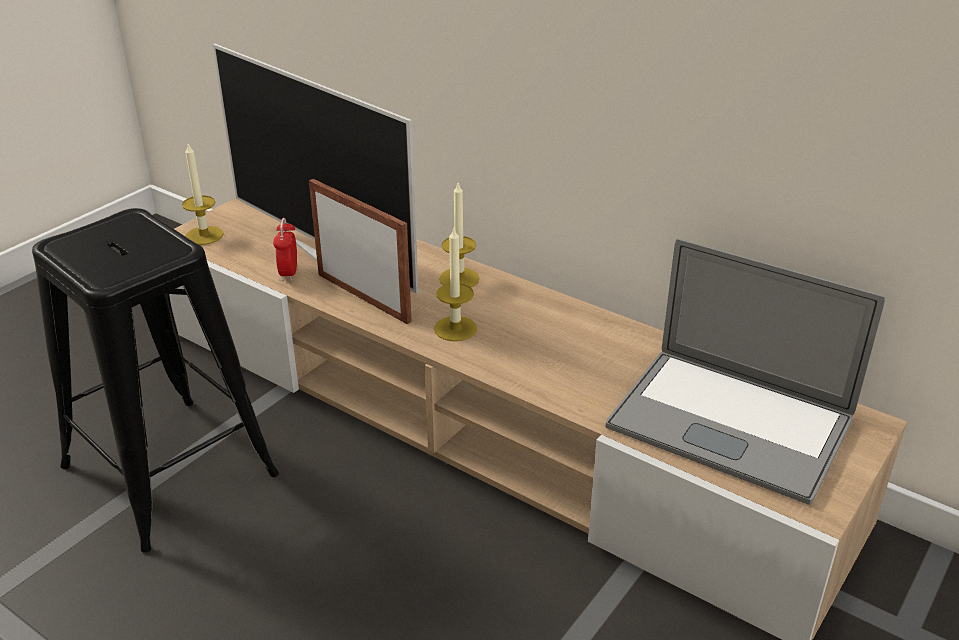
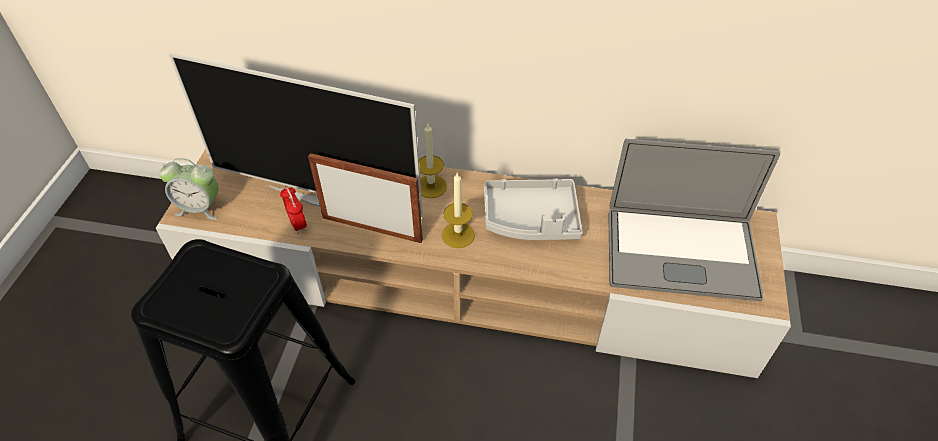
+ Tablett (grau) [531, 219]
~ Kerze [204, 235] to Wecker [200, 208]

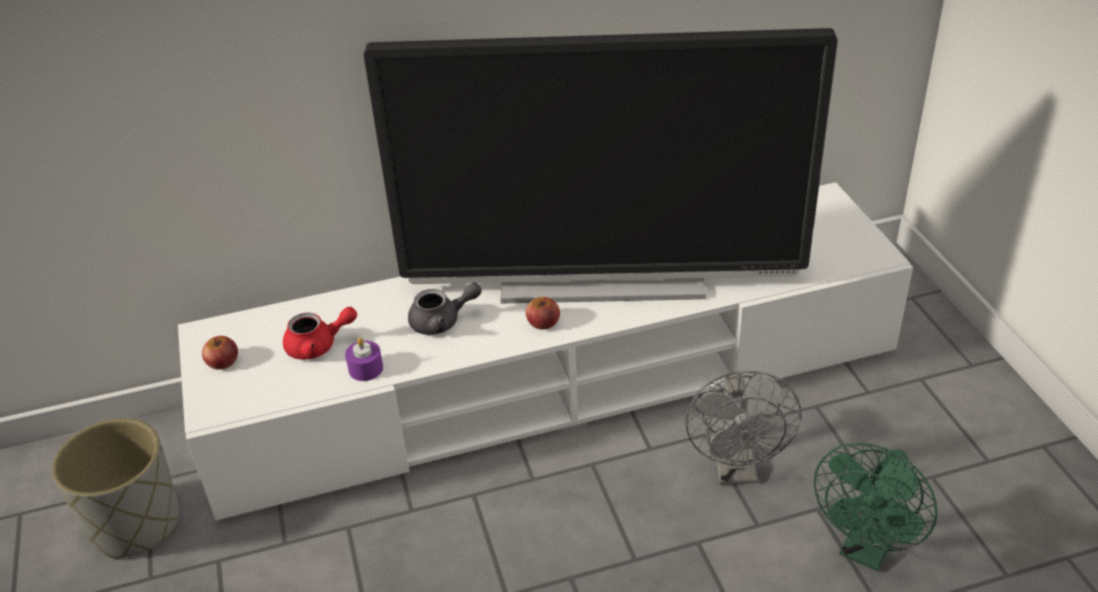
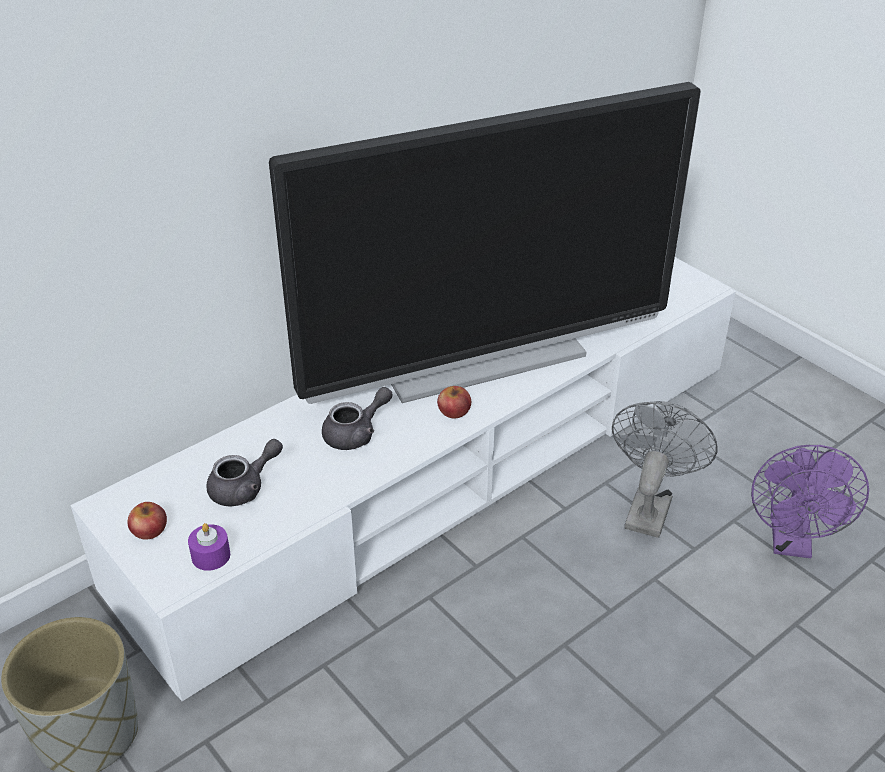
~ Kerze (lila) [366, 369] to [211, 556]
~ Teekanne (rot) [318, 346] to Teekanne (grau) [244, 488]
~ Ventilator (grün) [867, 549] to Ventilator (lila) [791, 543]
~ Ventilator (grau) [736, 470] = [649, 506] 135 degrees counterclockwise

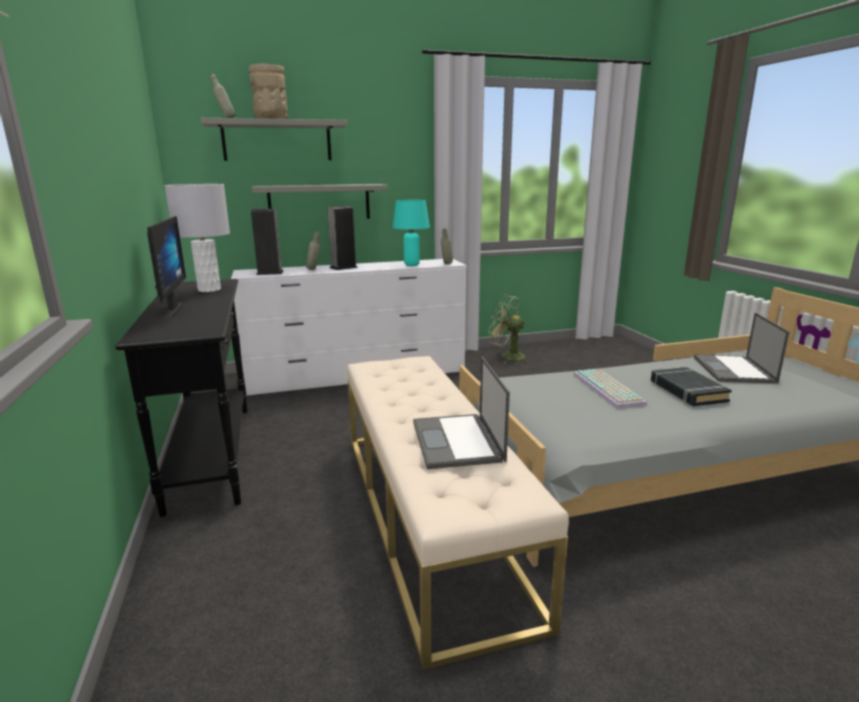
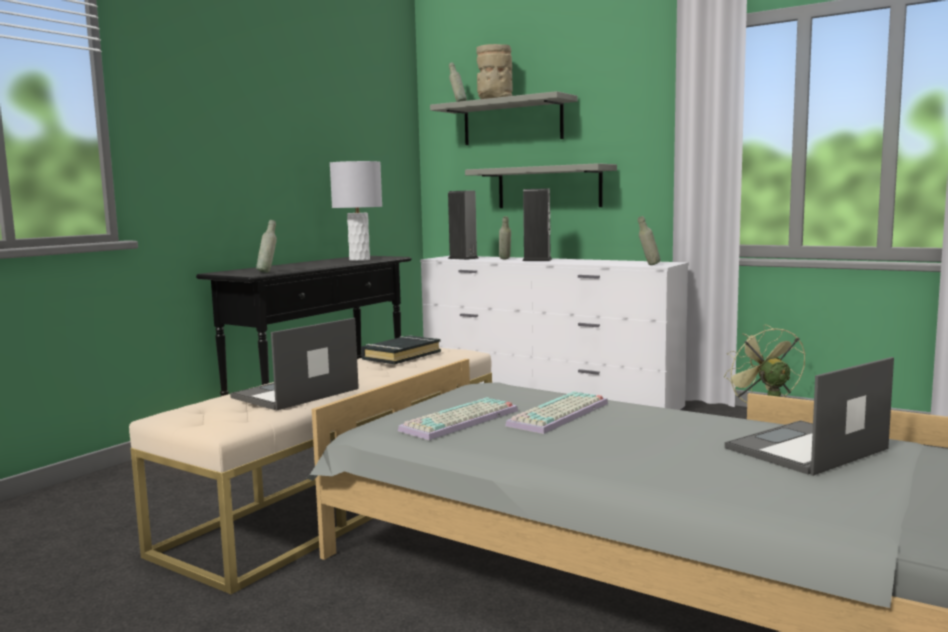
- Monitor [165, 311]
- Tischlampe (türkis) [412, 265]
+ Flasche (grau) [268, 272]
+ Tastatur [460, 421]
~ Buch (schwarz) [687, 391] to [401, 355]

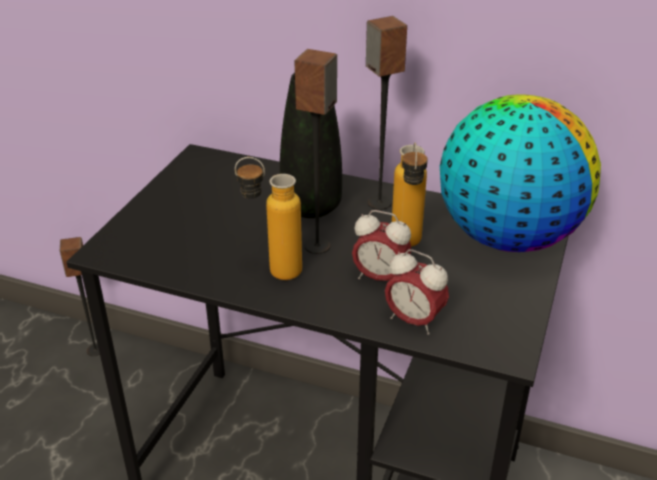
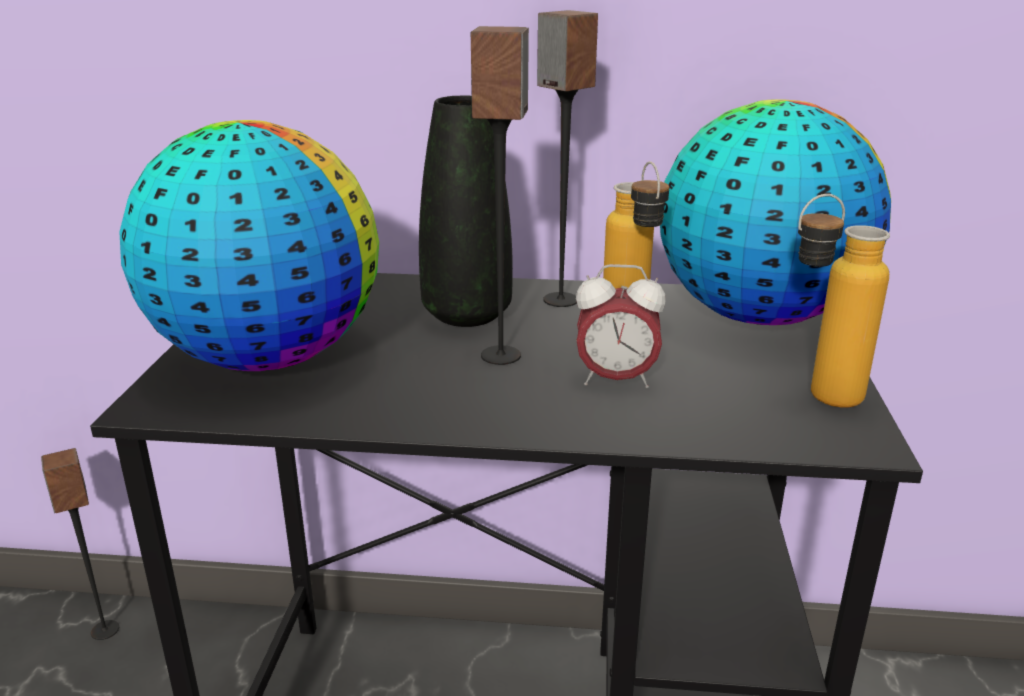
- Wecker [414, 321]
+ Globus [268, 357]
~ Flasche [272, 271] to [816, 399]

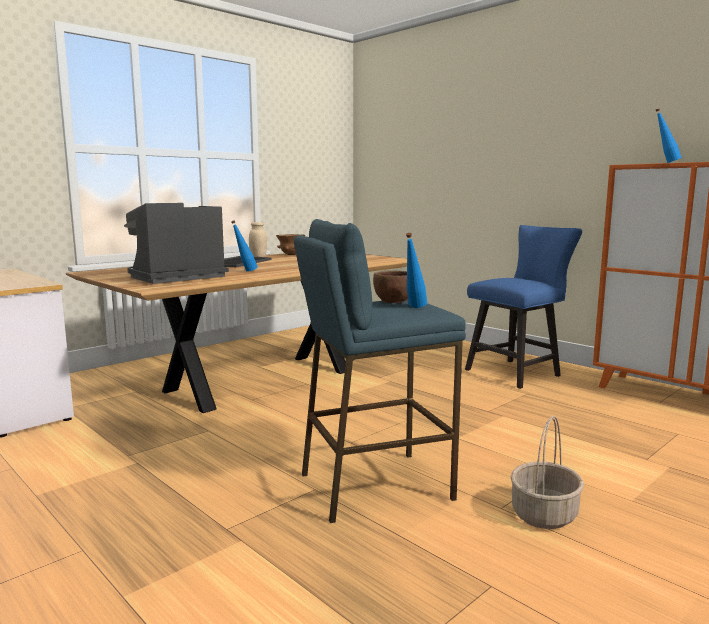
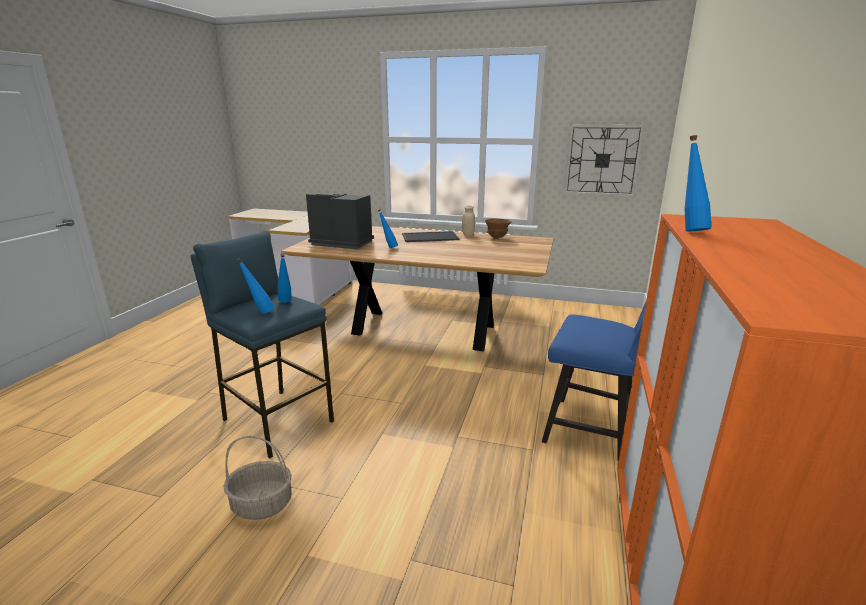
+ Wanduhr [602, 160]
~ Schüssel (braun) [393, 301] to Flasche (blau) [286, 303]

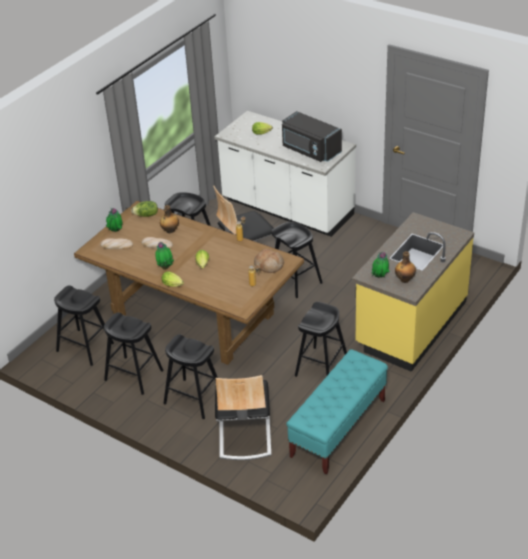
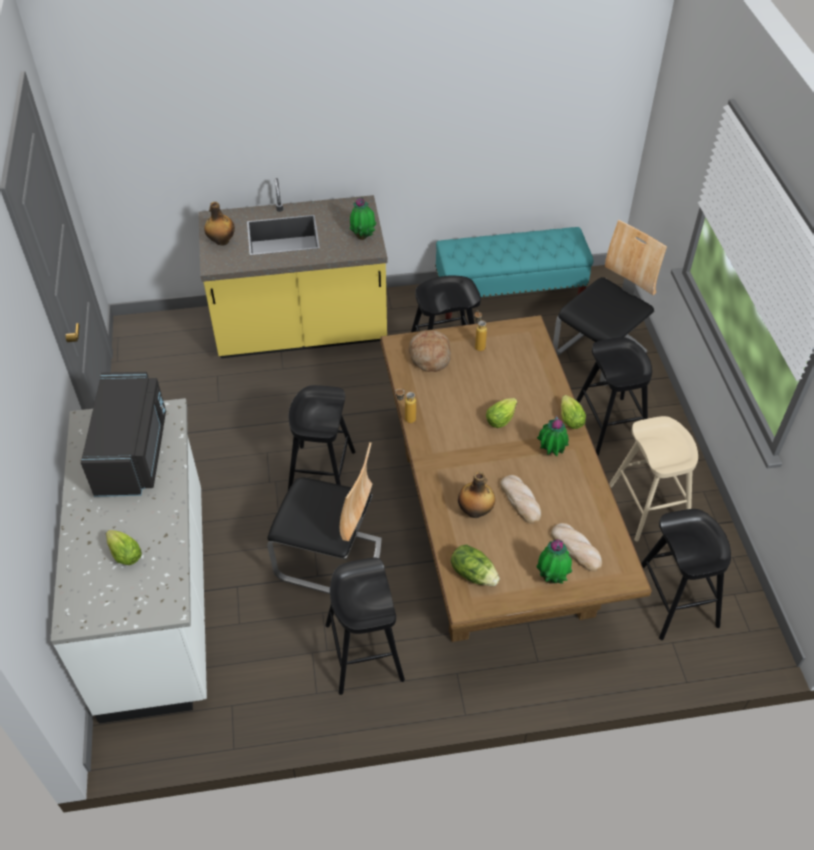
~ Flasche [405, 279] to [221, 241]
~ Hocker (schwarz) [134, 375] to Hocker (beige) [648, 506]

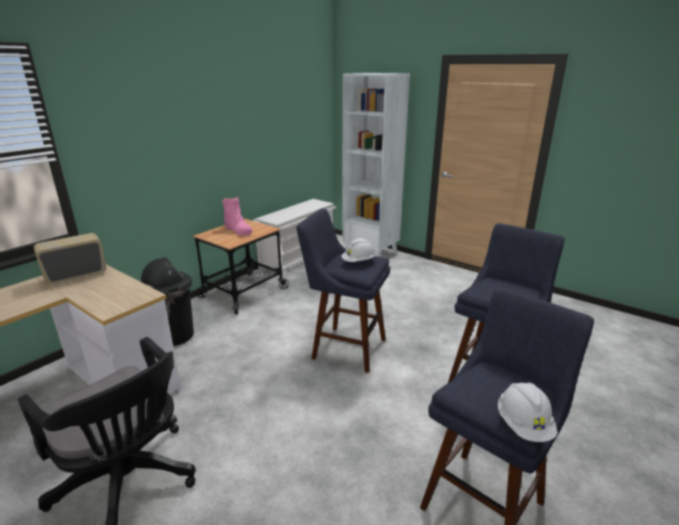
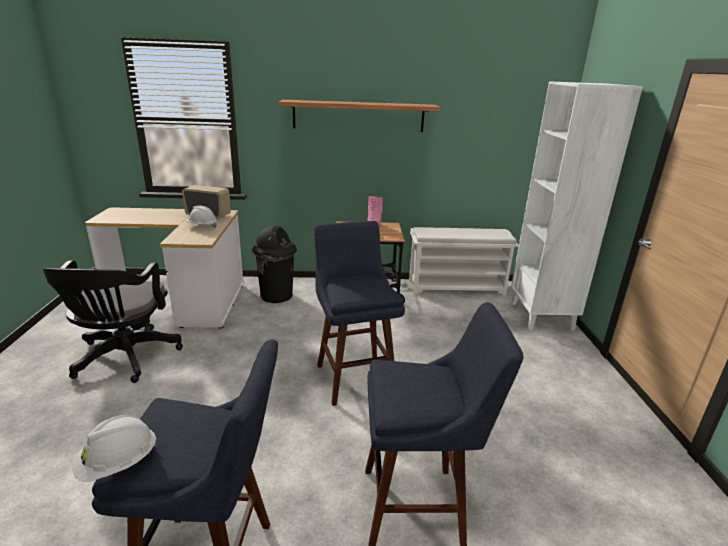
+ Wandregal [358, 116]
~ Schutzhelm (weiß) [358, 262] to [202, 226]

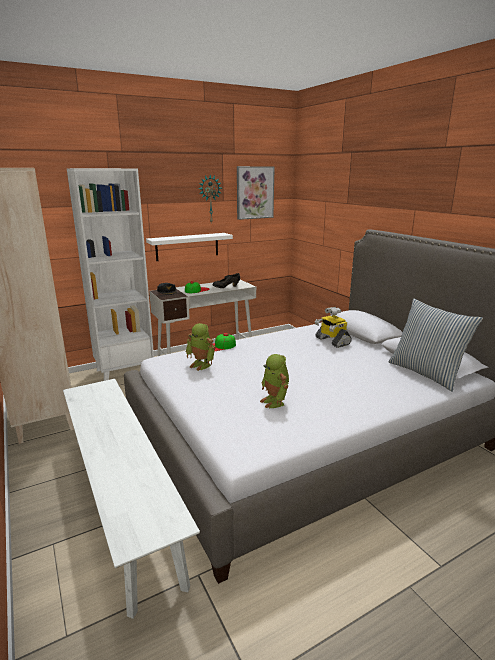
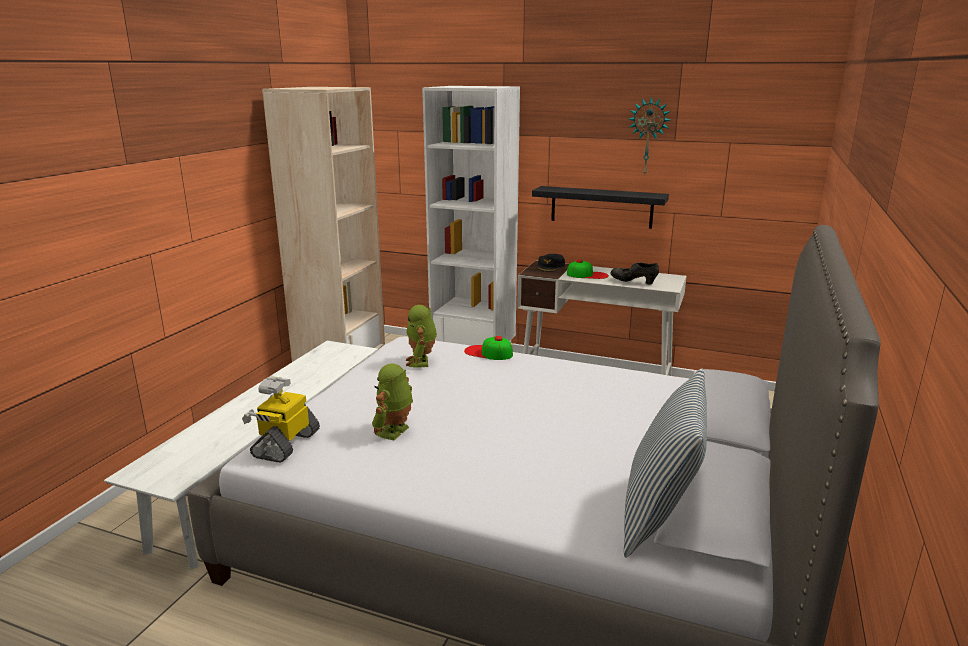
- Bild [254, 192]
~ Spielzeugroboter [332, 341] to [285, 444]
~ Wandregal (weiß) [187, 246] to Wandregal (schwarz) [601, 207]

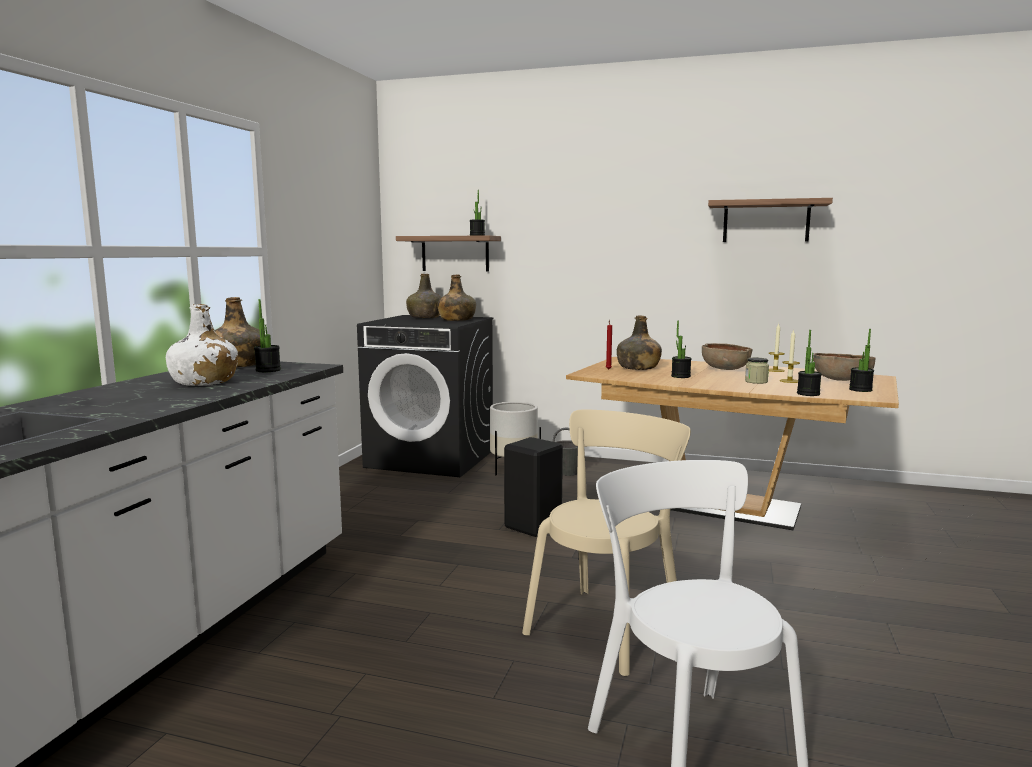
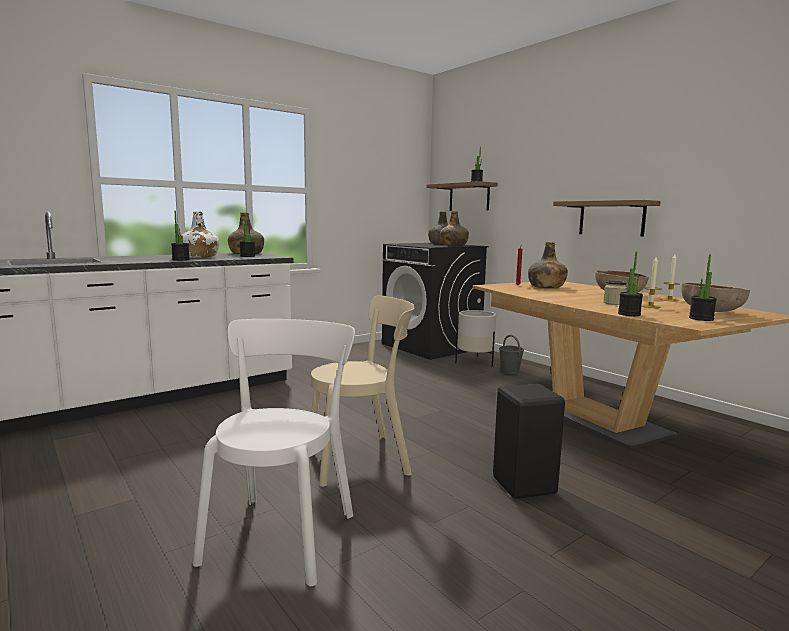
~ Hocker (schwarz) [531, 527] to [522, 485]
~ Topfpflanze [680, 376] to [181, 260]
~ Wandregal [766, 221] to [611, 218]

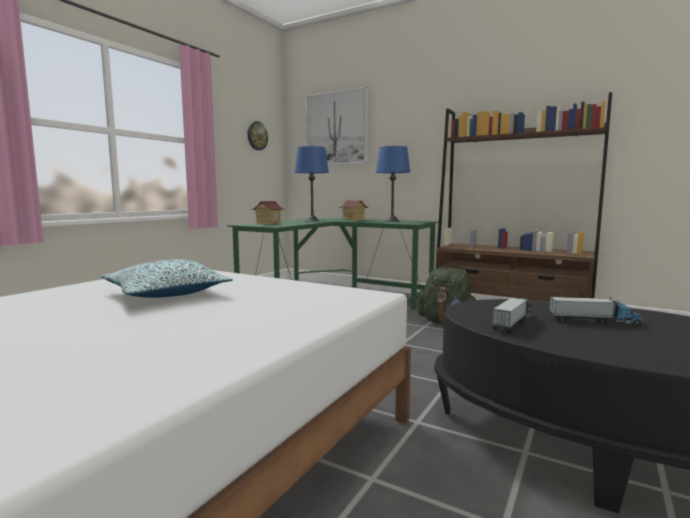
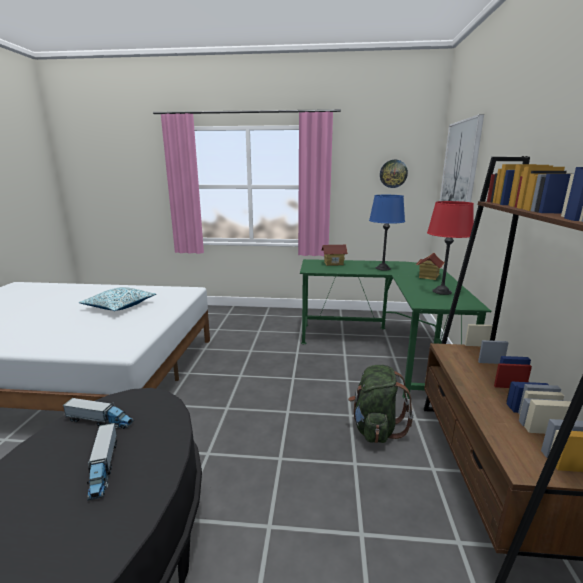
~ Tischlampe (blau) [392, 221] to Tischlampe (rot) [442, 291]

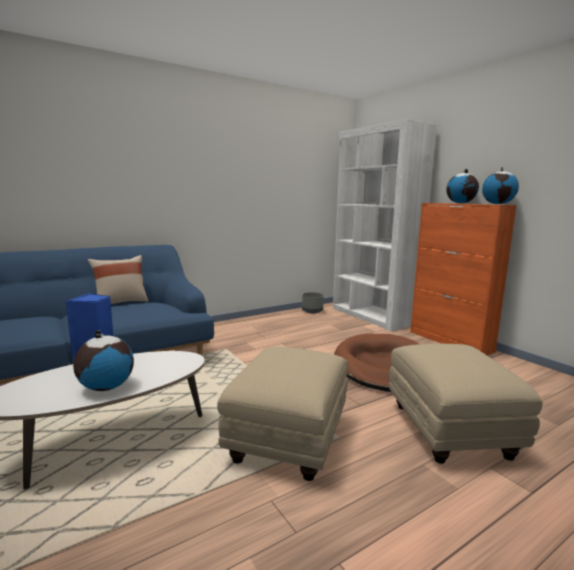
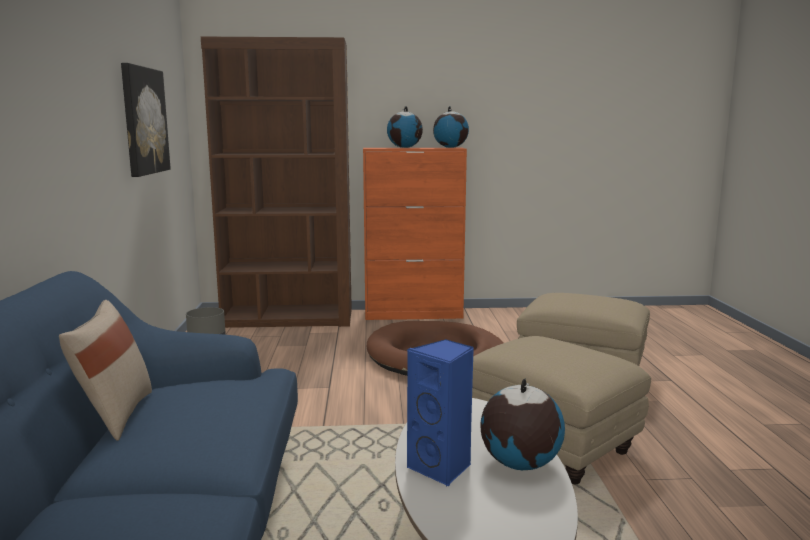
+ Bild [144, 121]
~ Bücherregal (weiß) [372, 316] to Bücherregal (braun) [289, 319]

